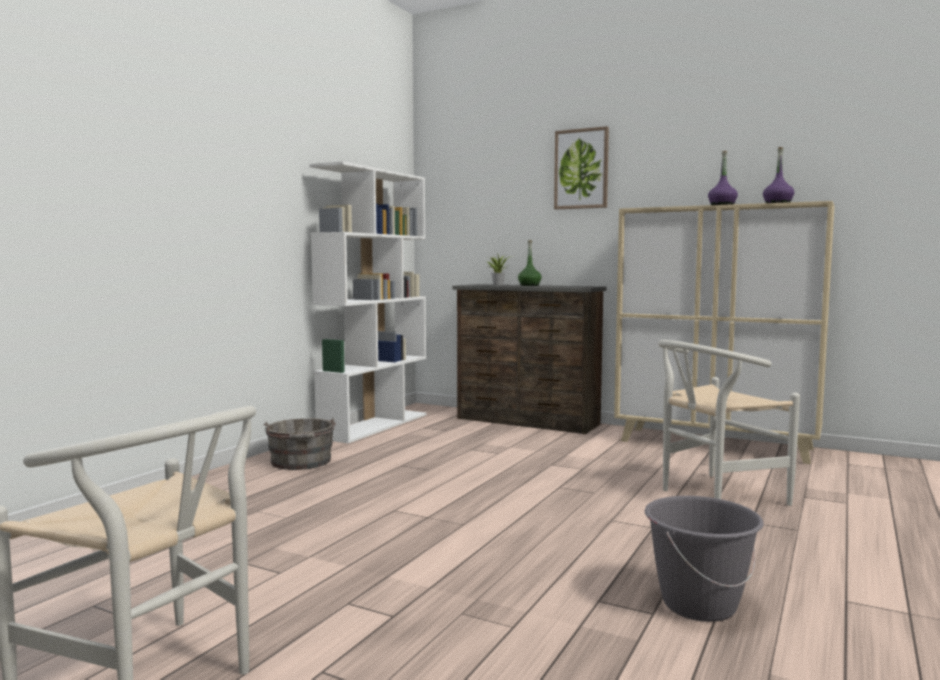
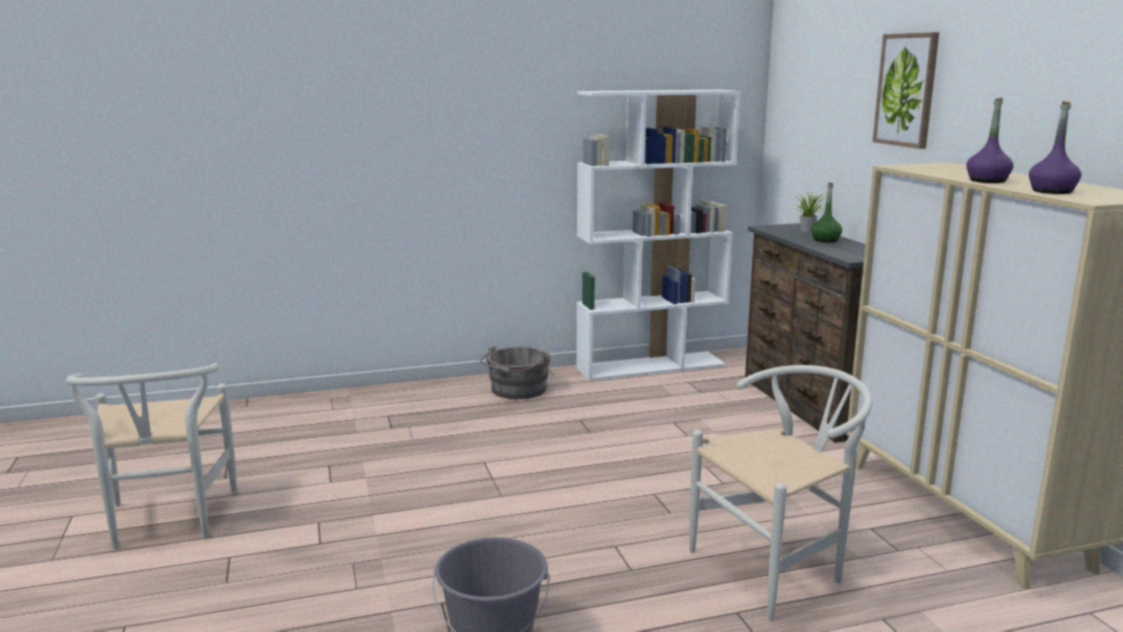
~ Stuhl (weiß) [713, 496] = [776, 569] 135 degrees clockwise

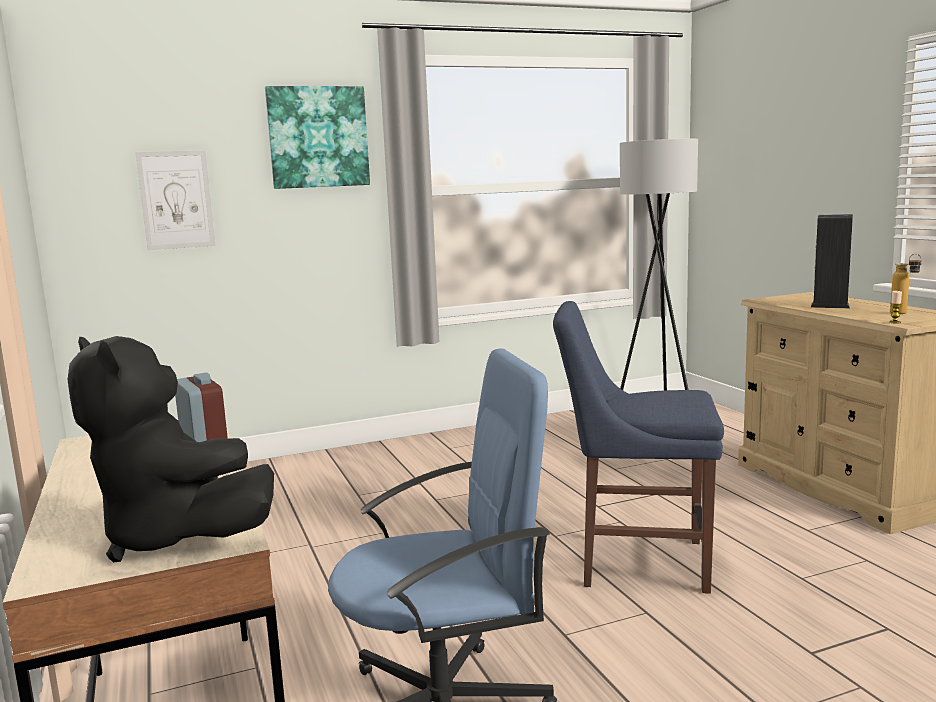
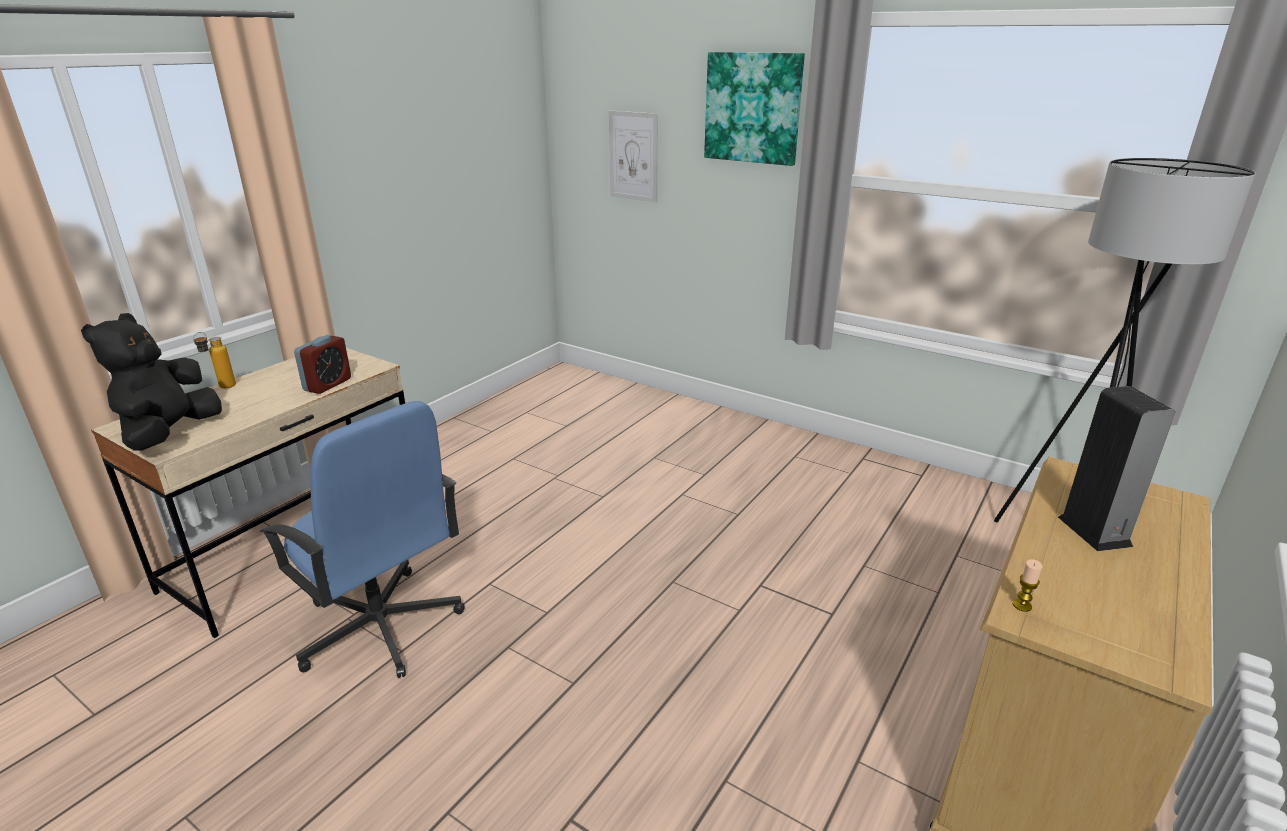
- Stuhl (blau) [635, 562]
~ Flasche [904, 314] to [222, 388]

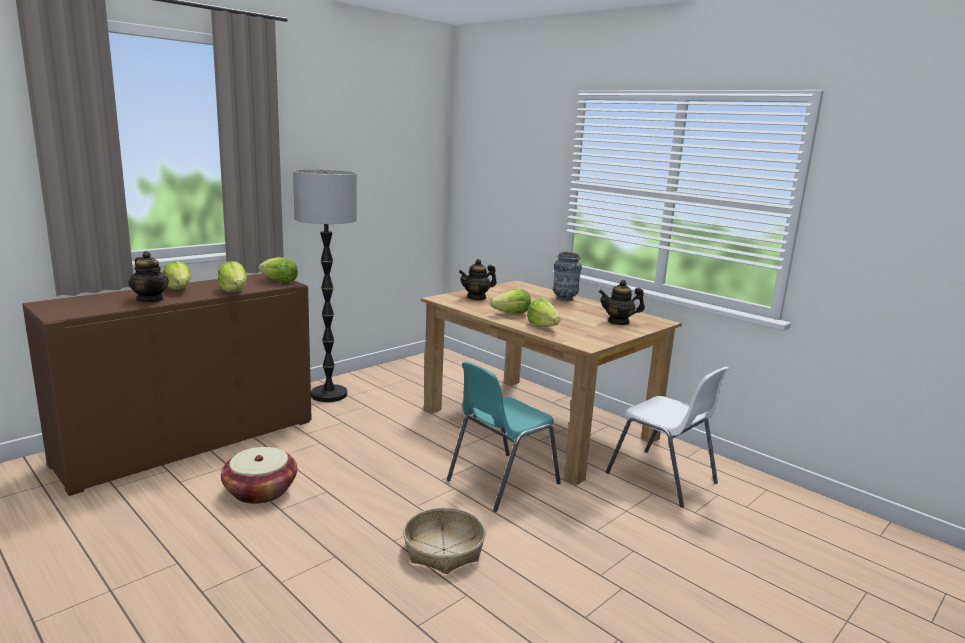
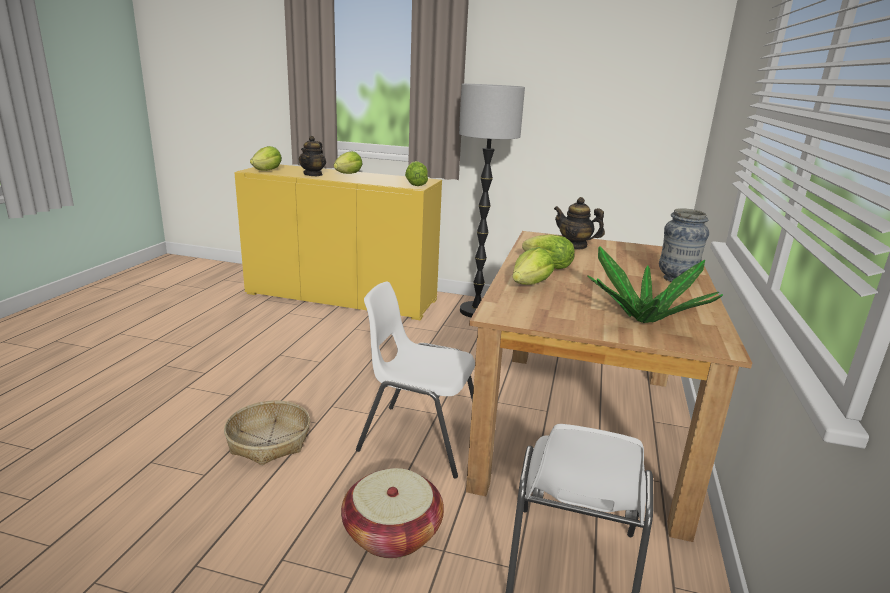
~ Salatkopf [234, 291] to [267, 170]
~ Korb [260, 491] to [392, 533]
~ Teekanne [619, 322] to Topfpflanze [644, 319]
~ Schrank (braun) [190, 442] to Schrank (gelb) [341, 297]
~ Stuhl (türkis) [500, 482] to Stuhl (weiß) [419, 438]

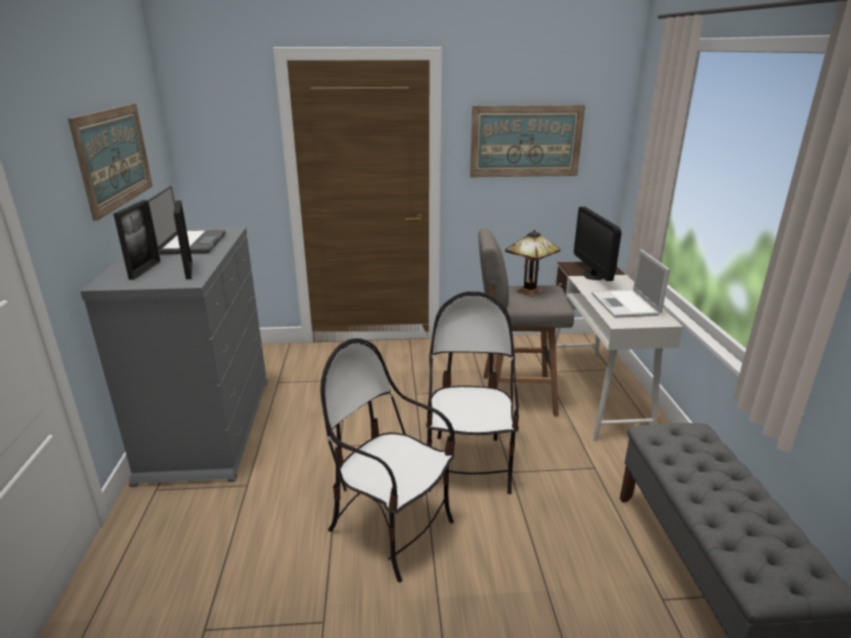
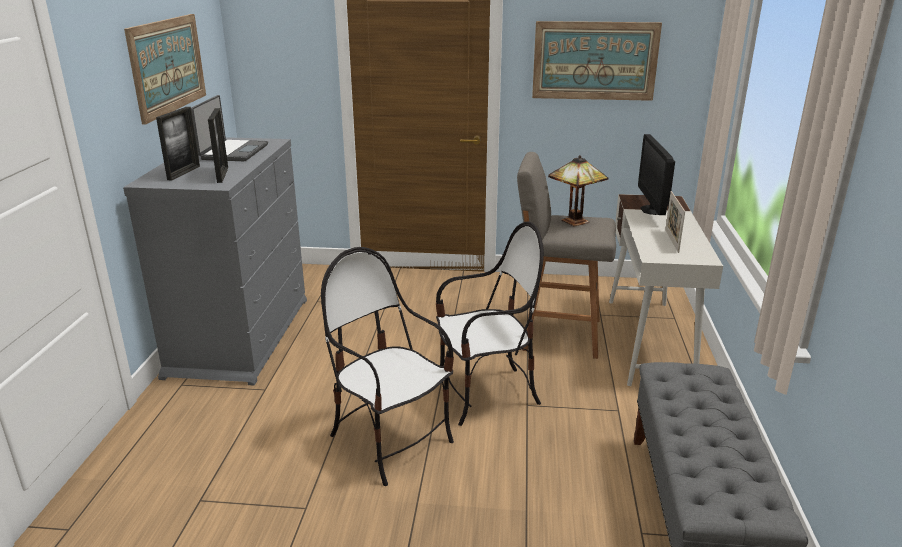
~ Laptop [626, 305] to Bilderrahmen [671, 241]
~ Stuhl [468, 465] = [486, 394] 60 degrees clockwise

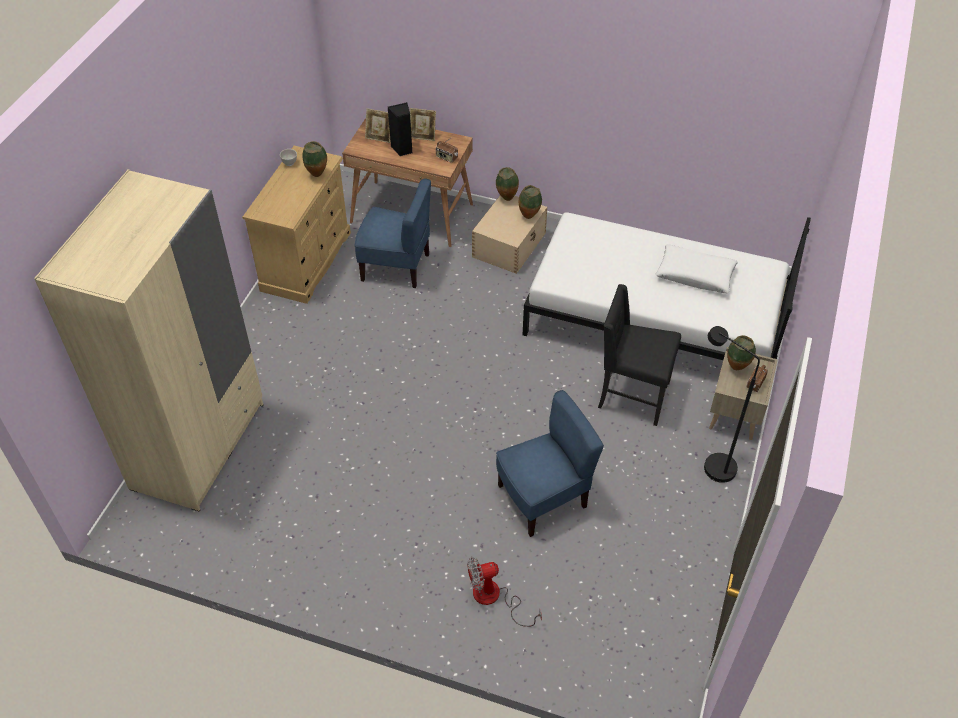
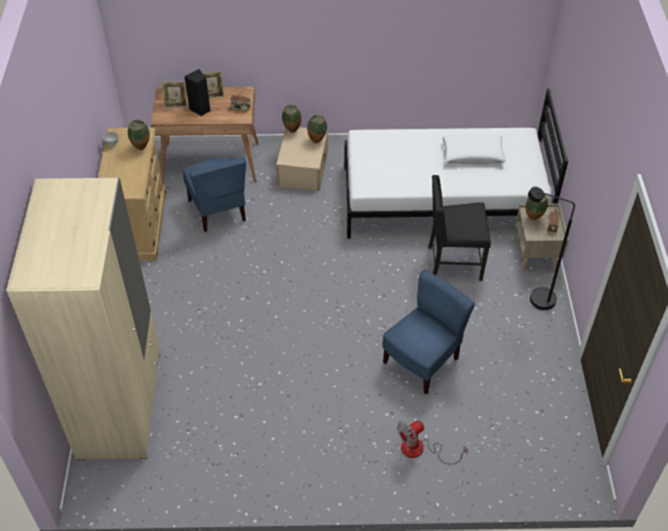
~ Stuhl (blau) [396, 267] = [218, 210] 75 degrees clockwise

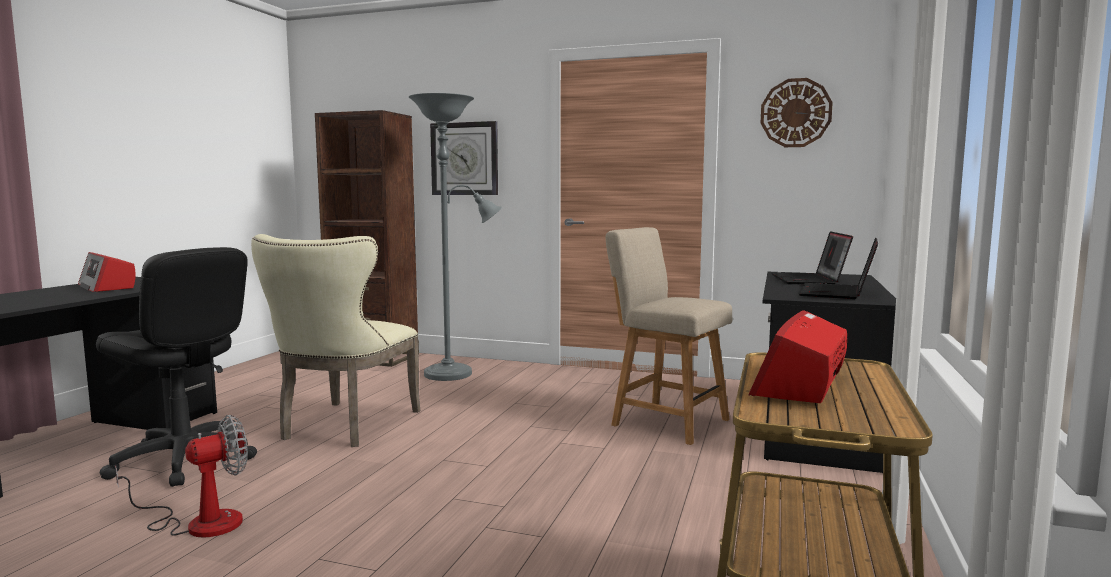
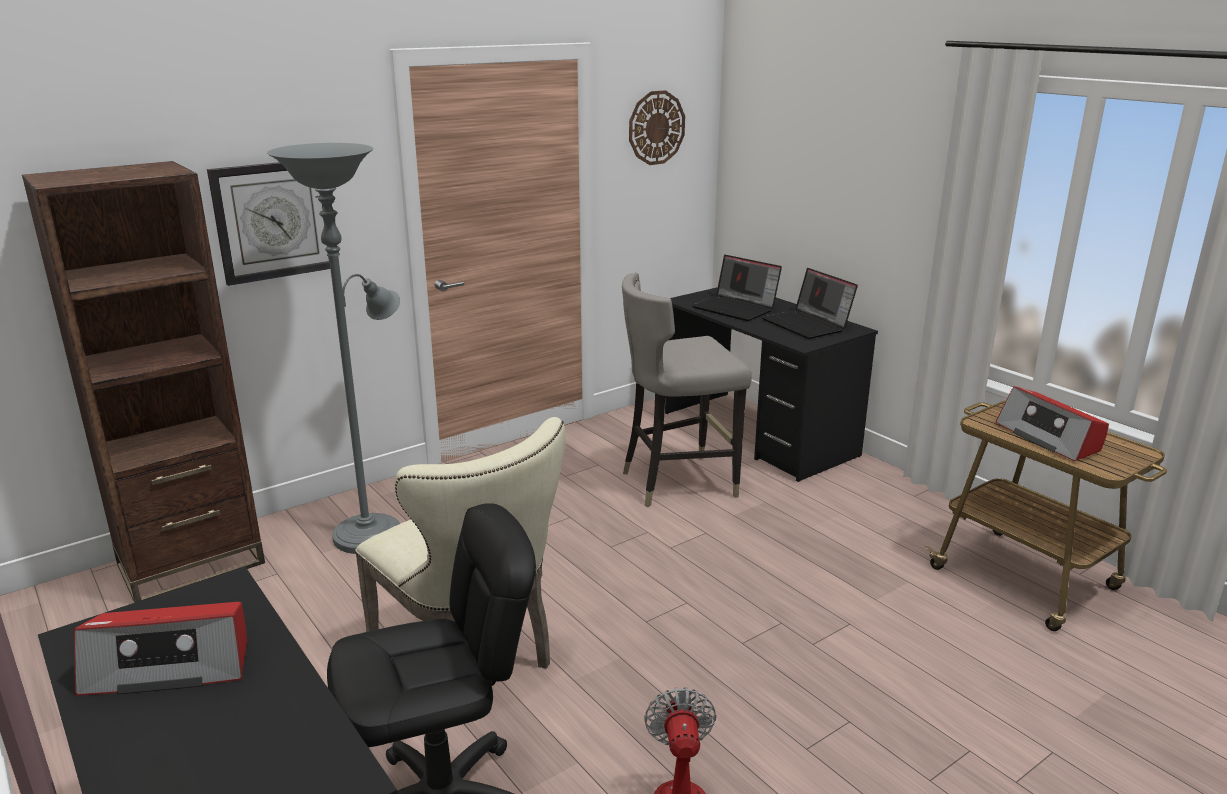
~ Stuhl (beige) [665, 421] to Hocker (grau) [677, 482]

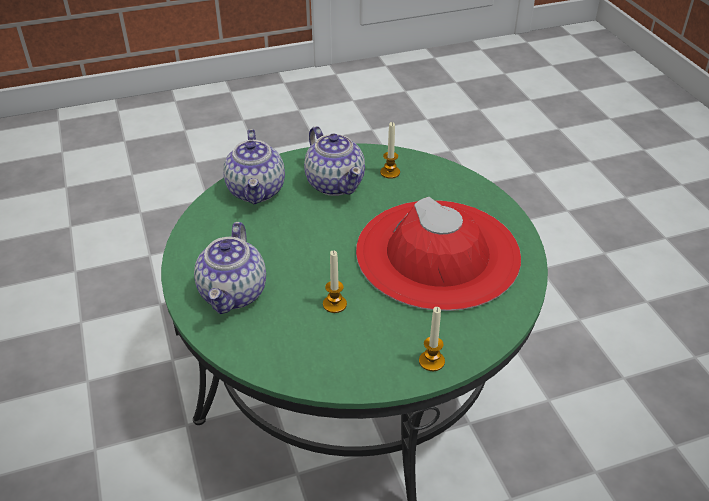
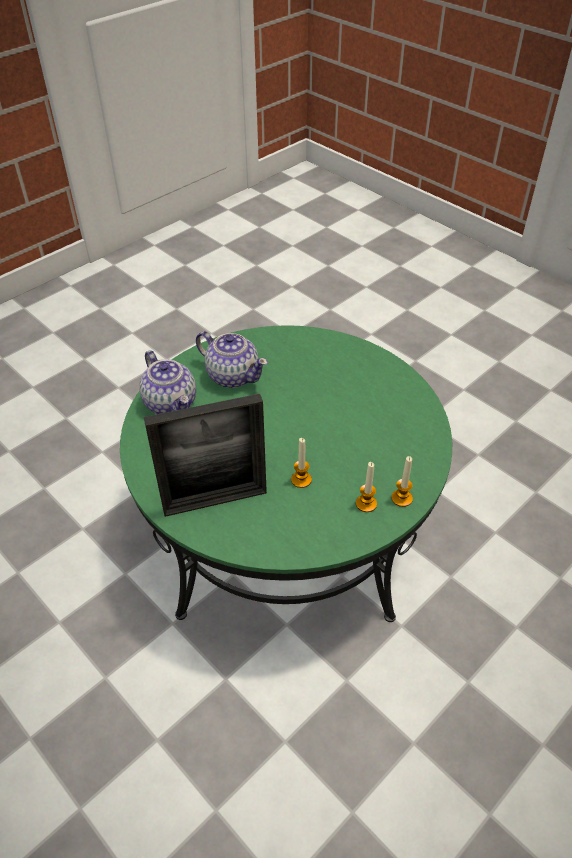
- Hut (rot) [437, 254]
~ Kerze [390, 172] to [366, 504]
~ Teekanne [234, 294] to Bilderrahmen [215, 500]

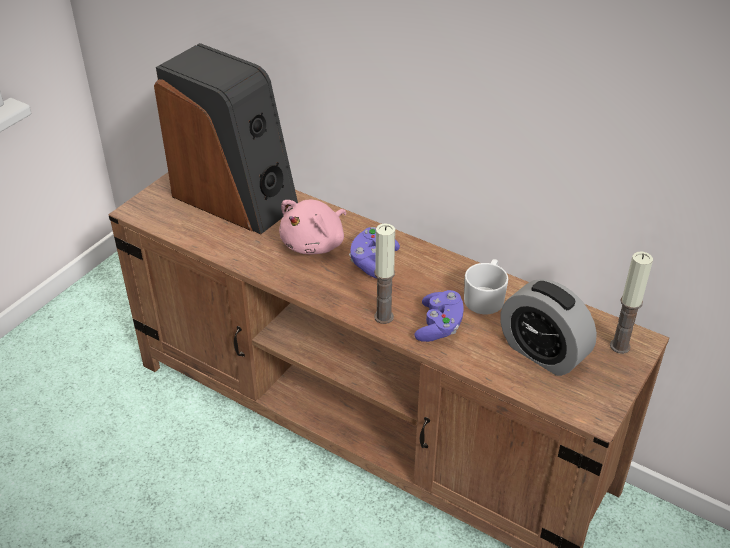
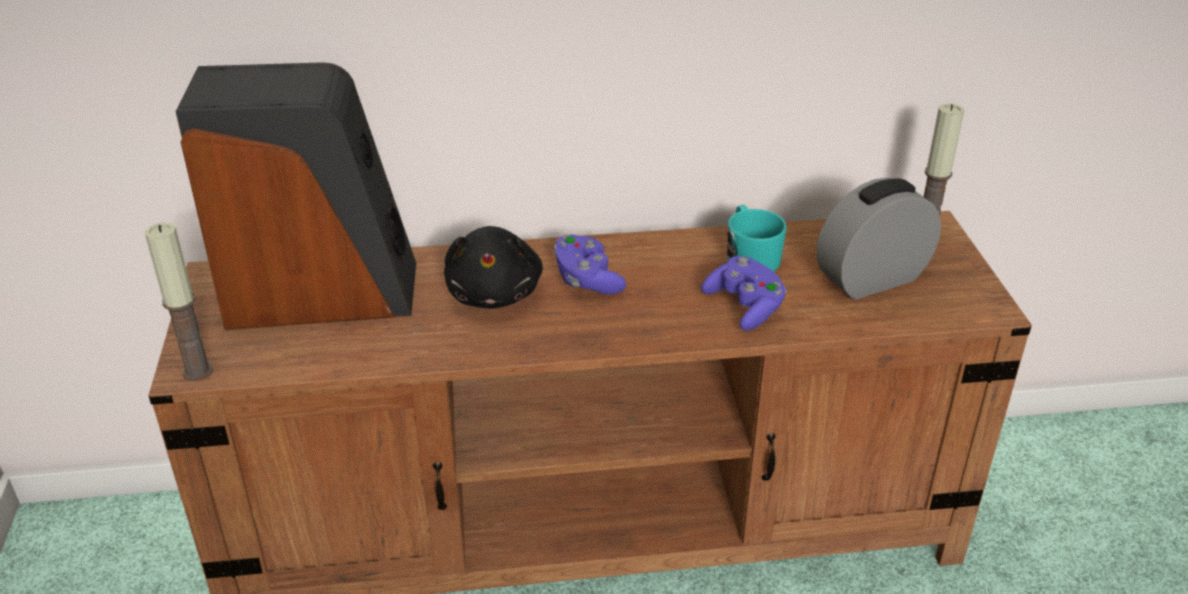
~ Kerze [383, 317] to [197, 371]
~ Plüschtier (rosa) [315, 244] to Plüschtier (schwarz) [495, 293]
~ Henkelbecher (weiß) [485, 297] to Henkelbecher (türkis) [750, 256]
~ Wecker [542, 353] = [871, 279] 150 degrees clockwise

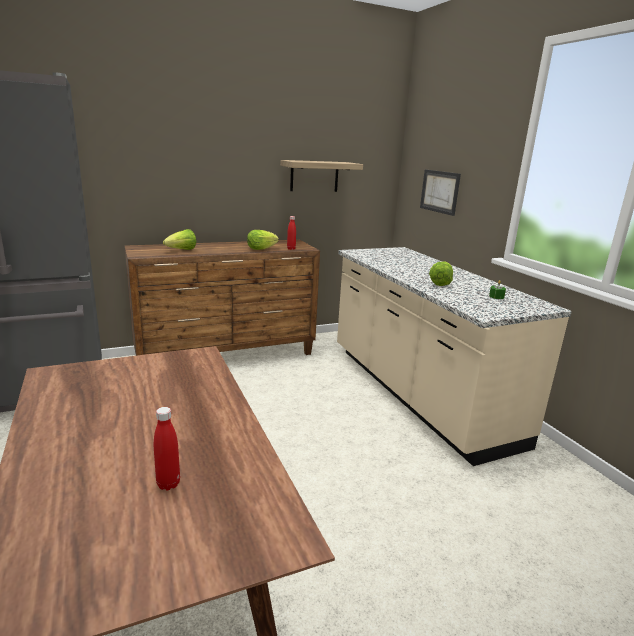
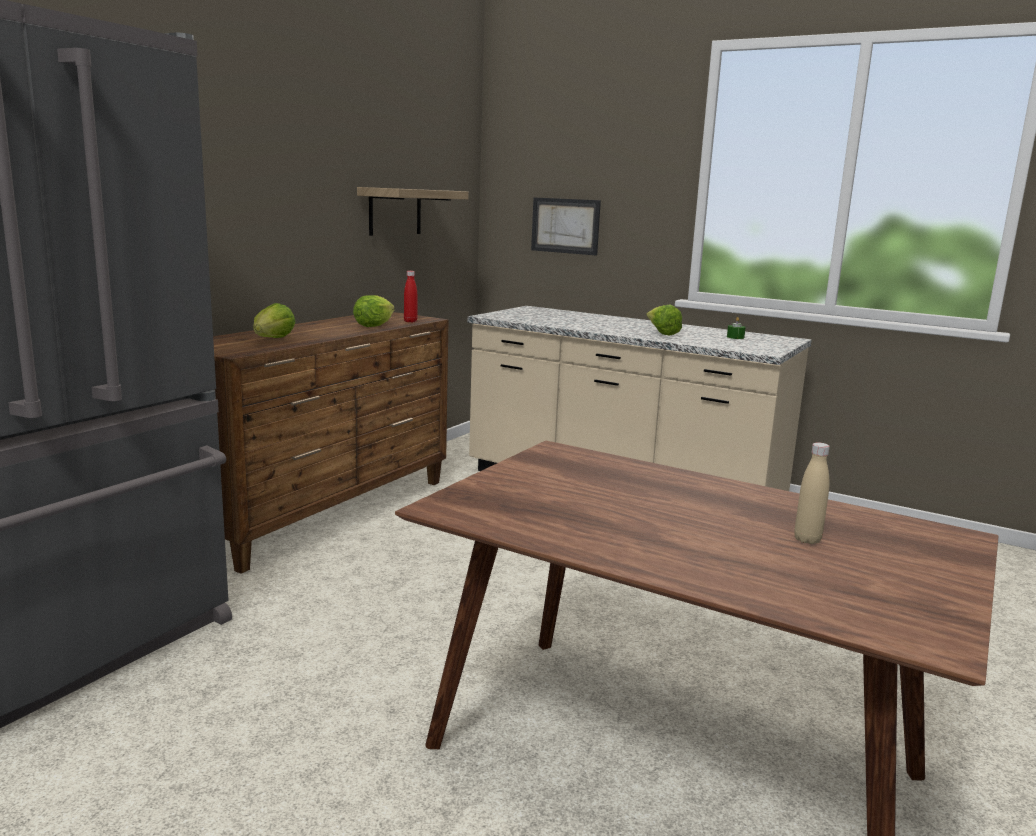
~ Flasche (rot) [168, 484] to Flasche (beige) [807, 540]

